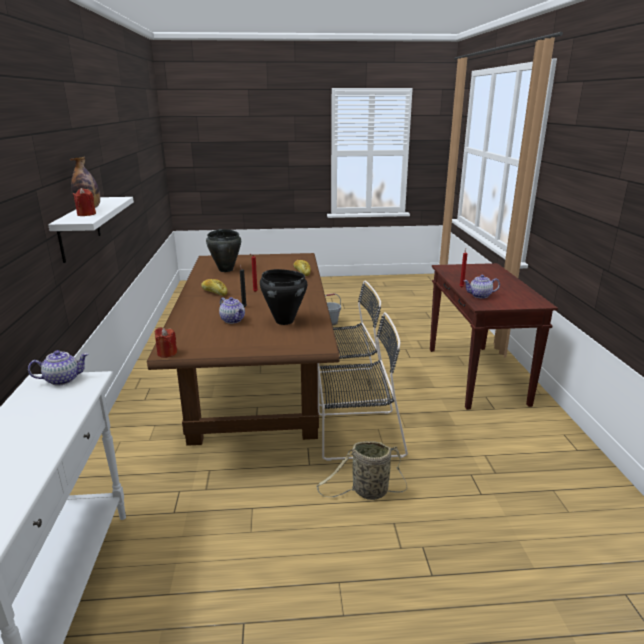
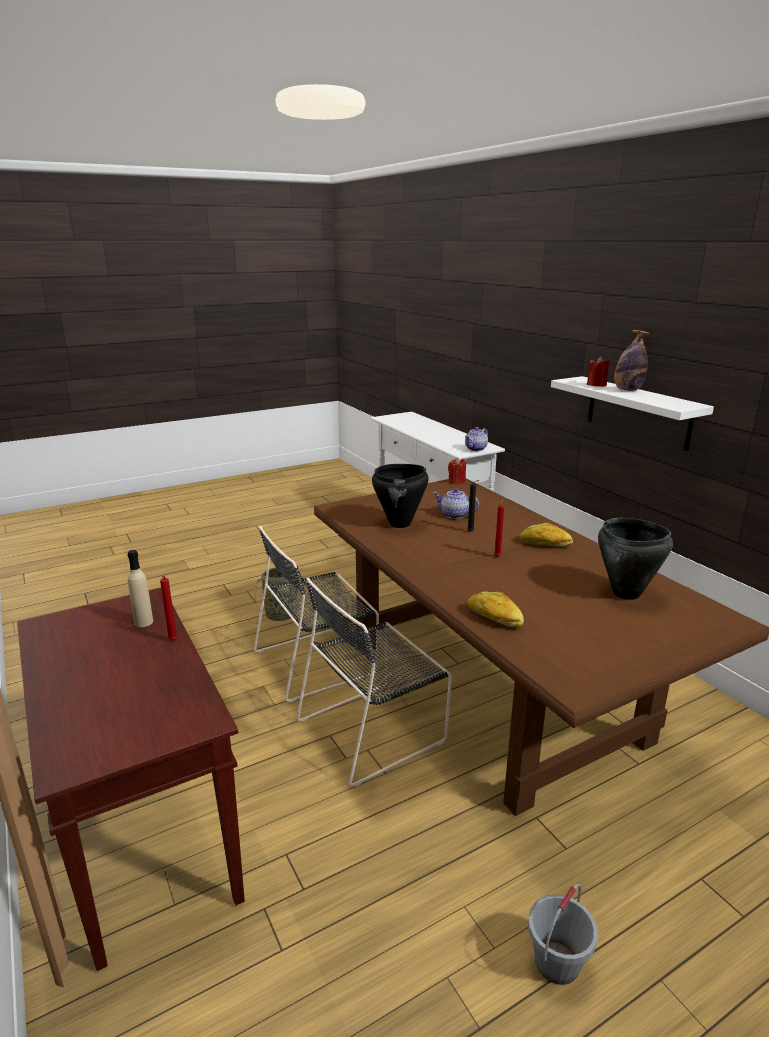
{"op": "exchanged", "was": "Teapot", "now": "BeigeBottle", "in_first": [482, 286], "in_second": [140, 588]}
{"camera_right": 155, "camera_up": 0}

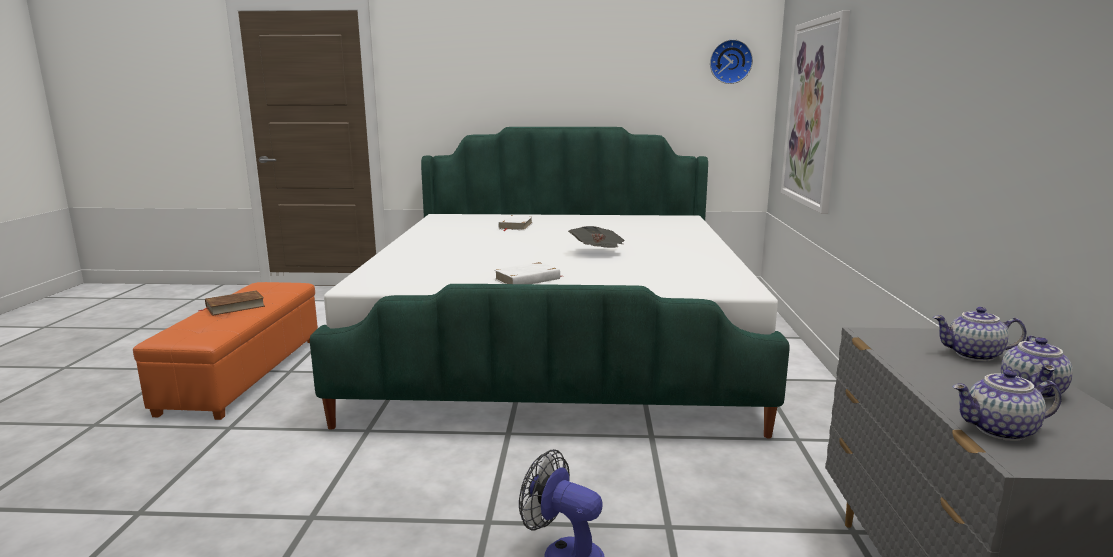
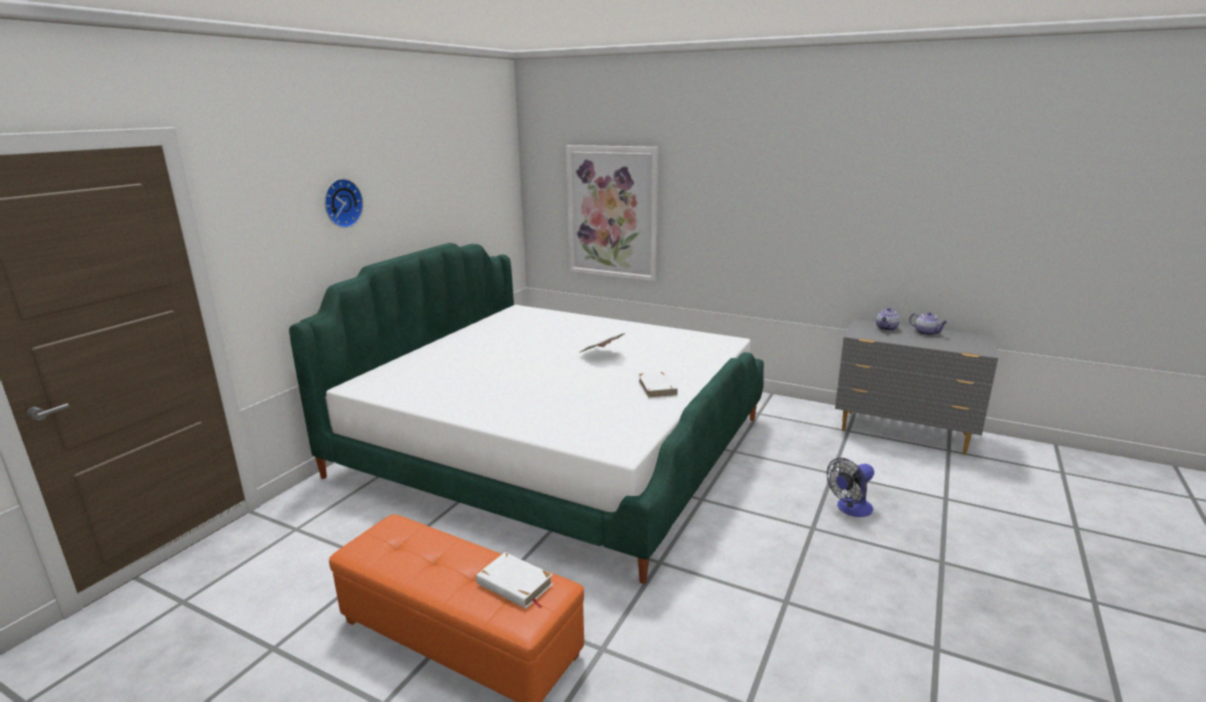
{"op": "relocated", "was": "WallClock", "in_first": [731, 61], "in_second": [343, 203]}
{"op": "relocated", "was": "WhiteBook", "in_first": [515, 223], "in_second": [514, 580]}
{"op": "missing", "was": "BrownBook", "in_first": [231, 303]}
{"op": "missing", "was": "Teapot", "in_first": [1007, 405]}
{"camera_right": -65, "camera_up": 5}

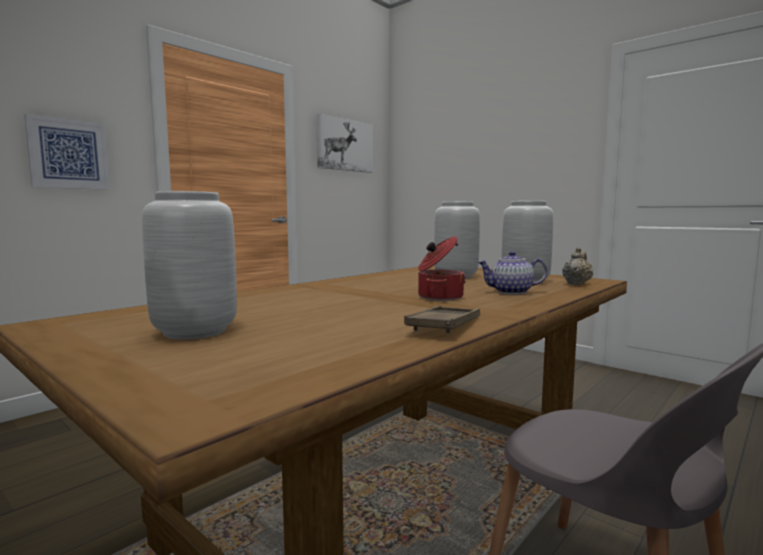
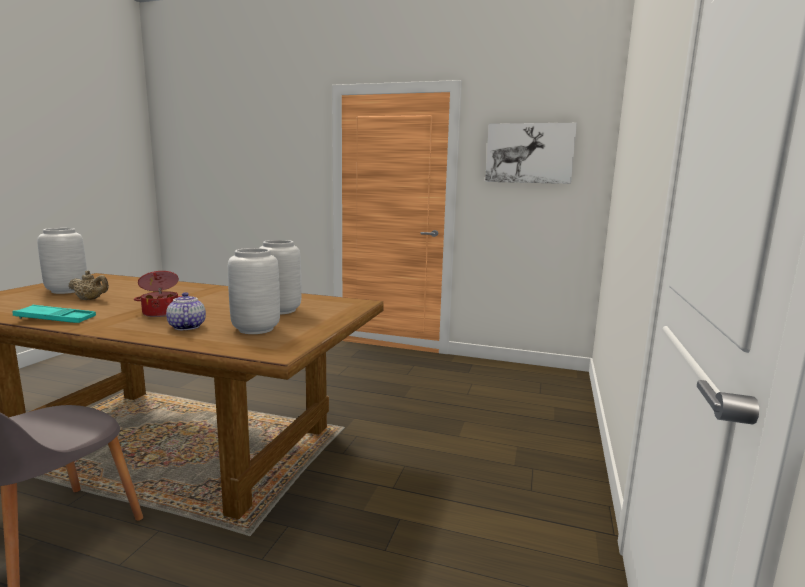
{"op": "colour", "was": "BrownTray", "now": "TurquoiseTray", "in_first": [442, 320], "in_second": [54, 314]}
{"op": "relocated", "was": "BeigeTeapot", "in_first": [577, 266], "in_second": [88, 285]}
{"op": "missing", "was": "Picture", "in_first": [67, 152]}
{"camera_right": 65, "camera_up": 5}

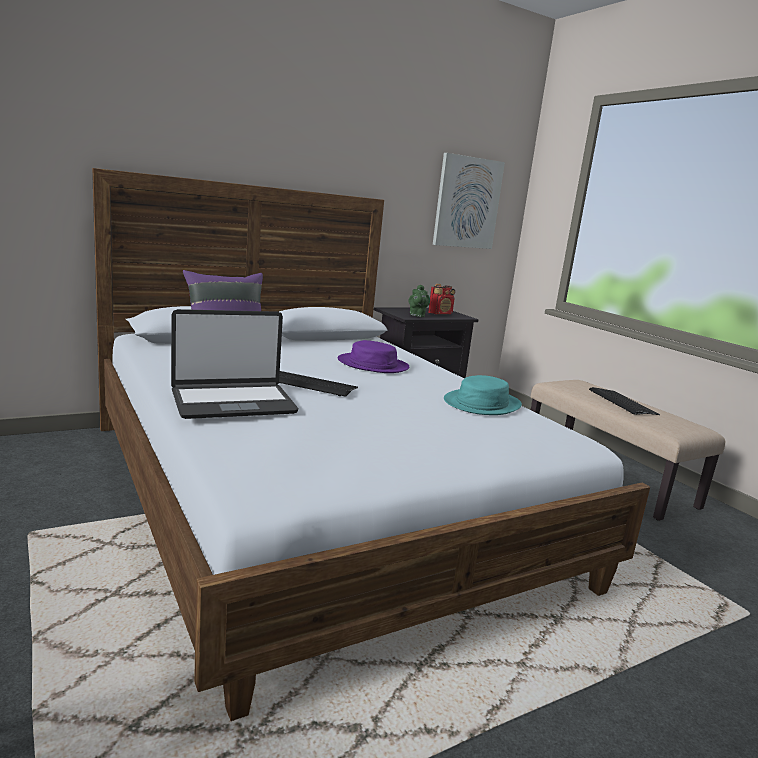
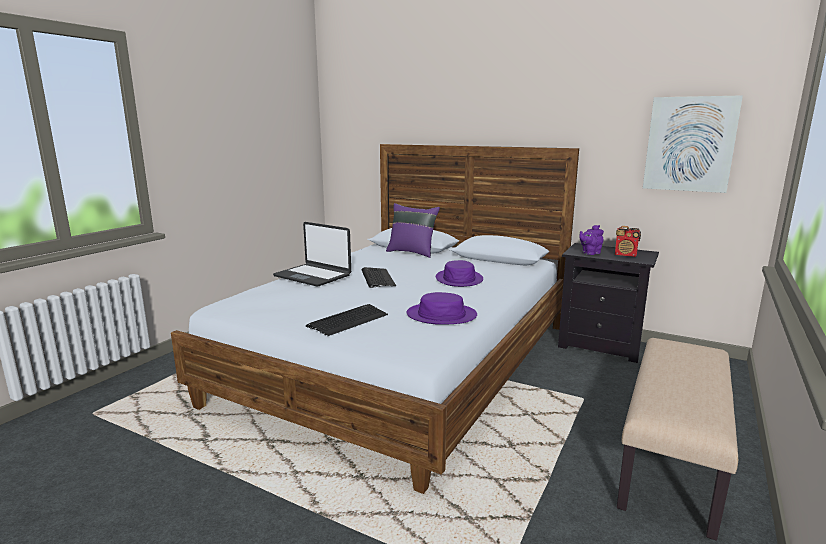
{"op": "relocated", "was": "Keyboard", "in_first": [624, 401], "in_second": [347, 320]}
{"op": "colour", "was": "TurquoiseHat", "now": "PurpleHat", "in_first": [483, 395], "in_second": [442, 308]}
{"op": "colour", "was": "GreenTeapot", "now": "PurpleTeapot", "in_first": [419, 301], "in_second": [591, 240]}
{"camera_right": 60, "camera_up": 0}

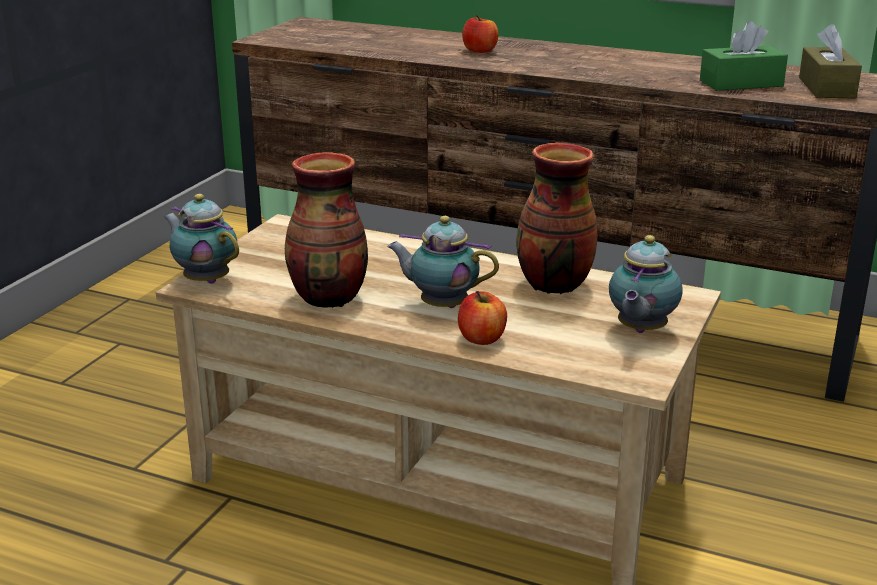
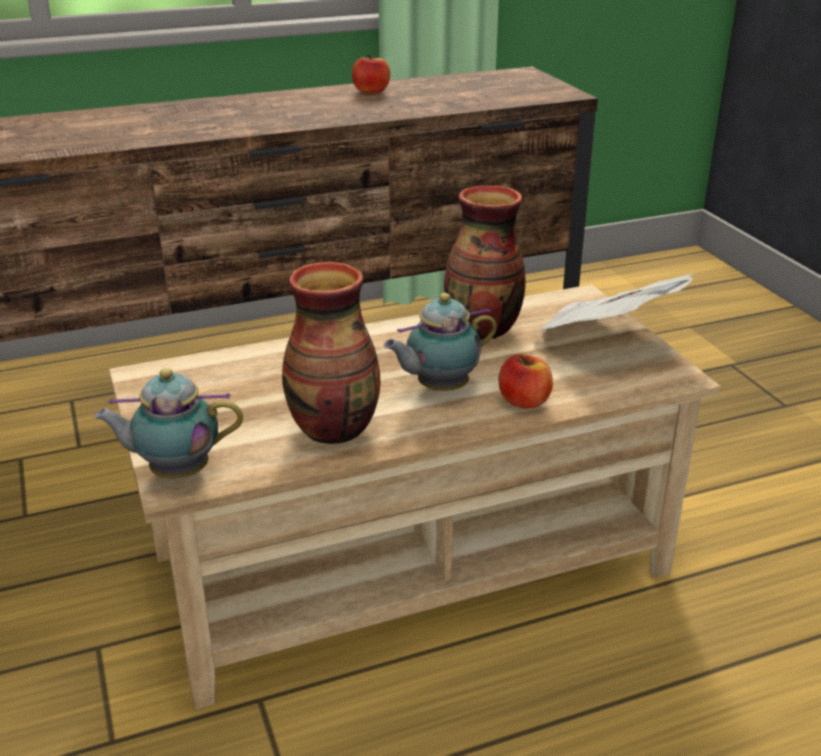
{"op": "relocated", "was": "Apple", "in_first": [480, 34], "in_second": [371, 74]}
{"op": "exchanged", "was": "Teapot", "now": "Newspaper", "in_first": [646, 284], "in_second": [614, 302]}
{"op": "missing", "was": "GreenTissueBox", "in_first": [744, 56]}
{"op": "missing", "was": "BrownTissueBox", "in_first": [830, 61]}
{"camera_right": -45, "camera_up": 5}

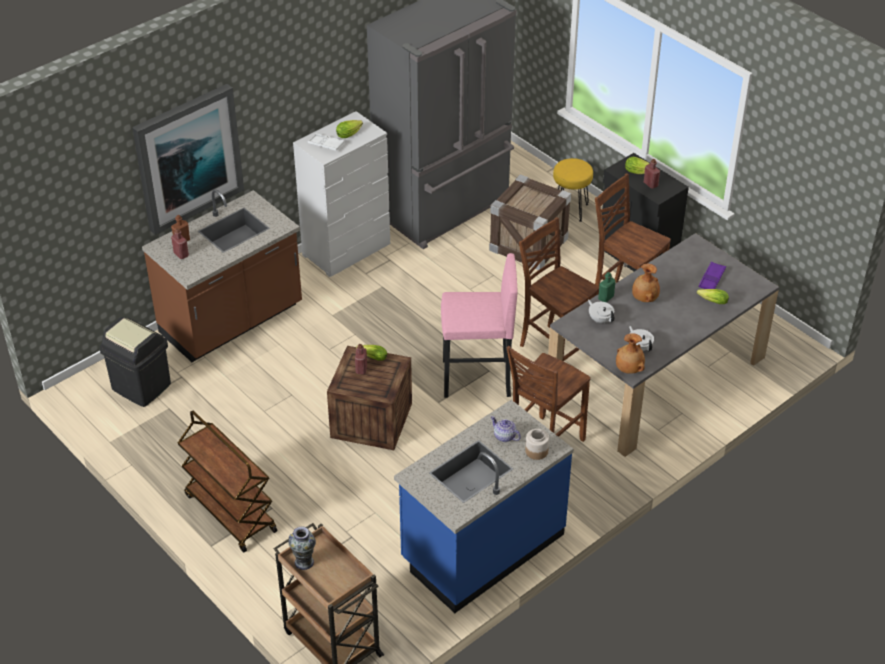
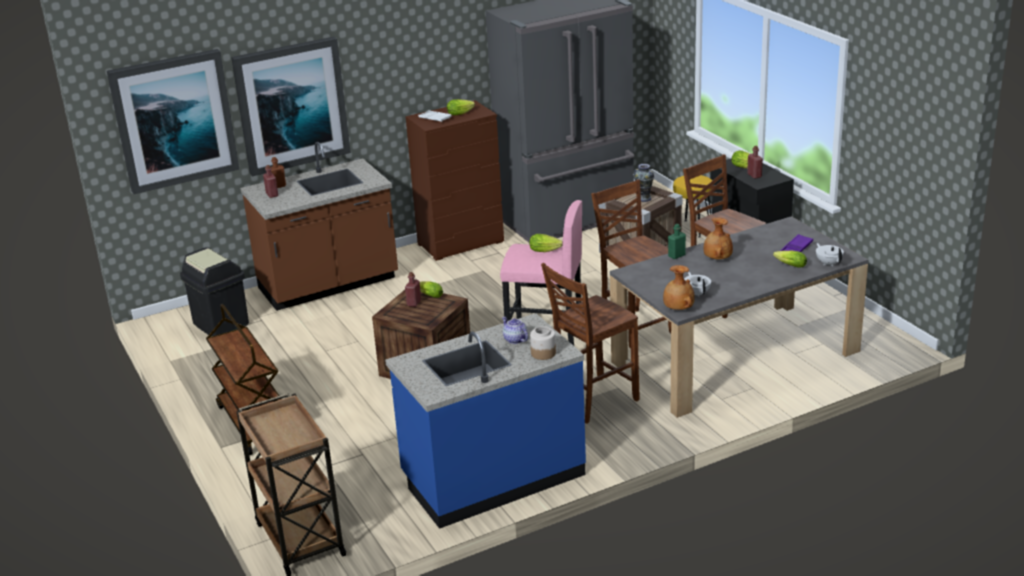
{"op": "appeared", "now": "Picture", "in_second": [173, 121]}
{"op": "colour", "was": "WhiteDresser", "now": "BrownDresser", "in_first": [341, 194], "in_second": [454, 180]}
{"op": "appeared", "now": "Lettuce", "in_second": [546, 243]}
{"op": "relocated", "was": "Vase", "in_first": [302, 548], "in_second": [644, 183]}
{"op": "relocated", "was": "WhiteTeapot", "in_first": [601, 311], "in_second": [830, 254]}
{"camera_right": 15, "camera_up": -15}

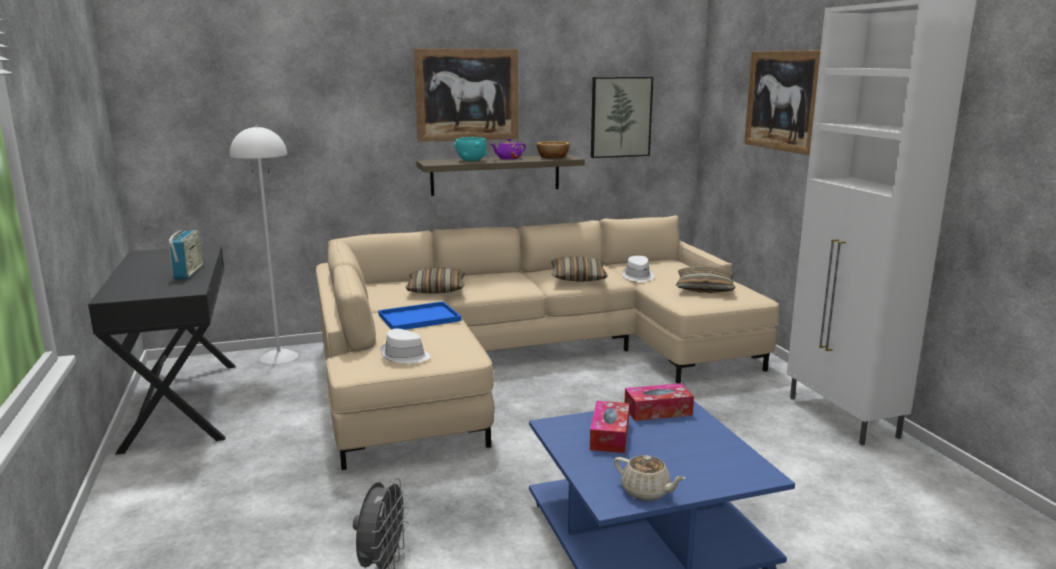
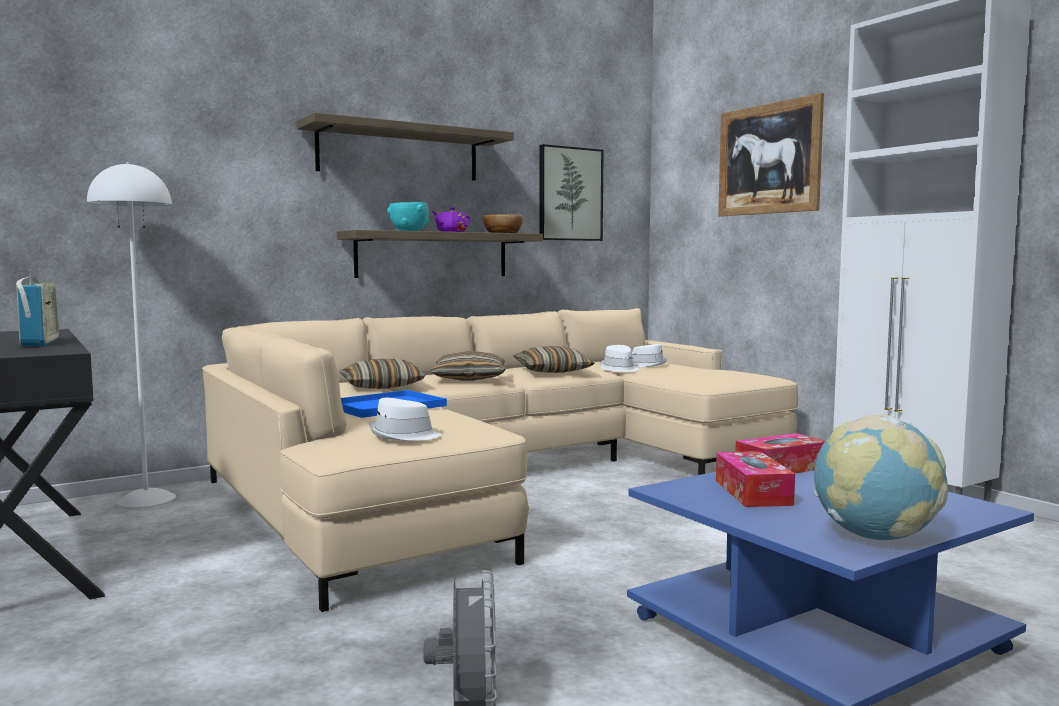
{"op": "exchanged", "was": "Picture", "now": "Shelf", "in_first": [466, 95], "in_second": [405, 146]}
{"op": "relocated", "was": "Pillow", "in_first": [706, 279], "in_second": [468, 366]}
{"op": "appeared", "now": "WhiteHat", "in_second": [650, 355]}
{"op": "exchanged", "was": "BeigeTeapot", "now": "Globe", "in_first": [650, 478], "in_second": [881, 477]}
{"camera_right": -15, "camera_up": -10}

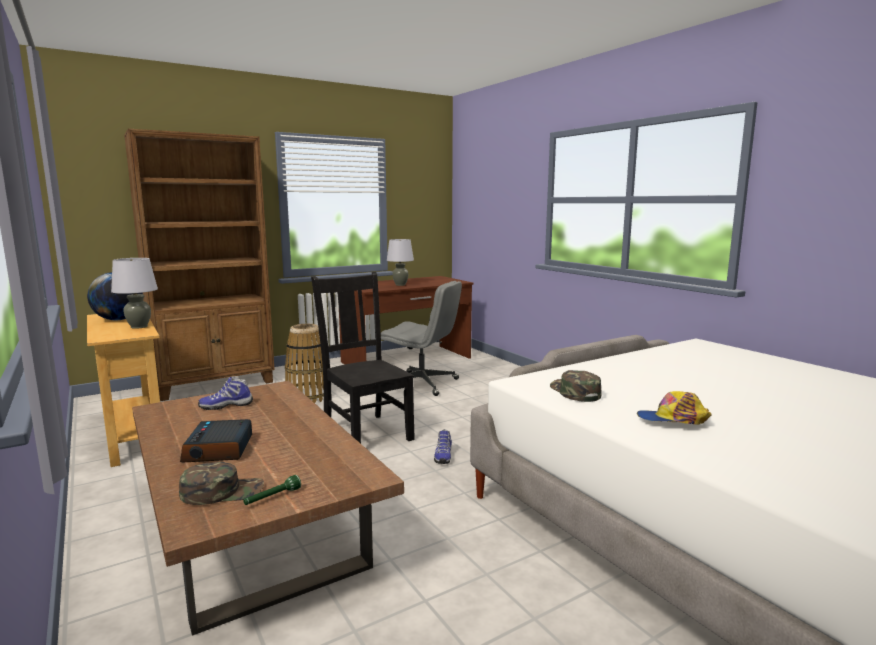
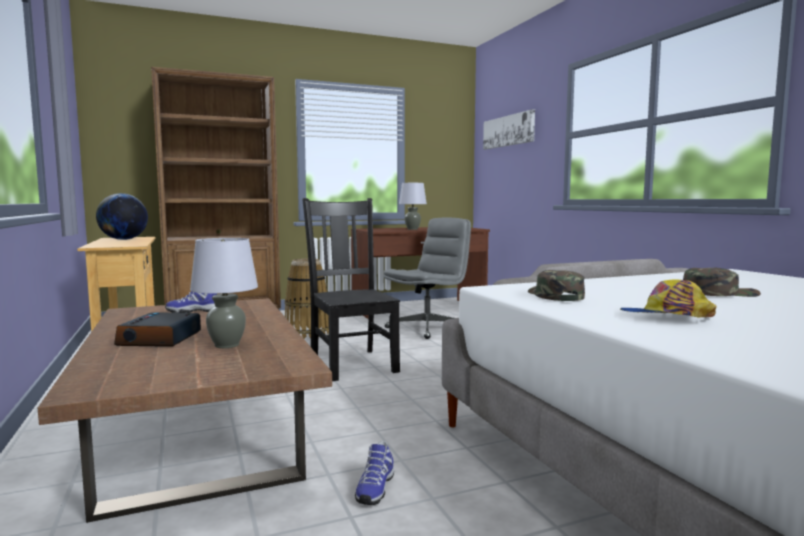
{"op": "relocated", "was": "GreyTableLamp", "in_first": [134, 293], "in_second": [224, 293]}
{"op": "relocated", "was": "Shoe", "in_first": [443, 446], "in_second": [374, 473]}
{"op": "spun", "was": "GreyOfficeChair", "in_first": [421, 338], "in_second": [427, 278], "clockwise": -75}
{"op": "appeared", "now": "Picture", "in_second": [509, 129]}
{"op": "relocated", "was": "GreenCap", "in_first": [221, 483], "in_second": [722, 282]}
{"op": "missing", "was": "GreenFlashlight", "in_first": [272, 490]}
{"camera_right": 10, "camera_up": -5}

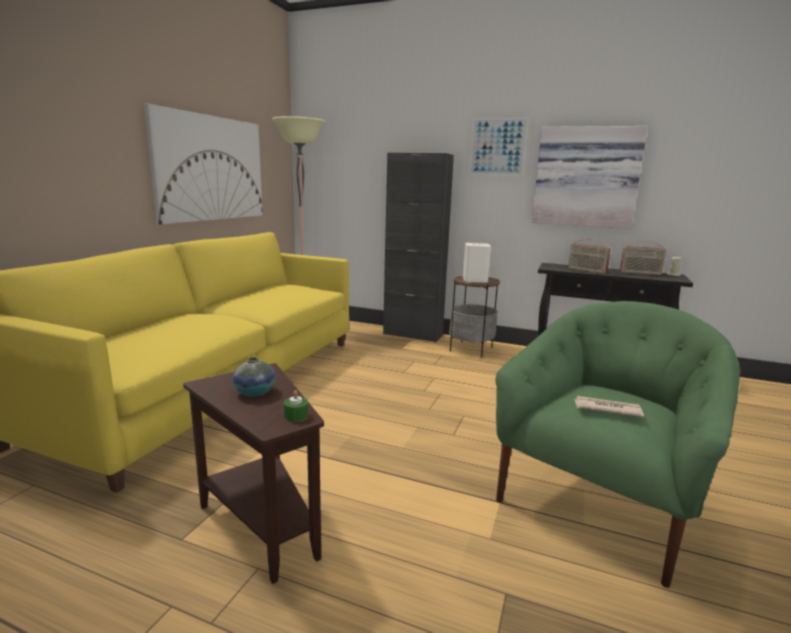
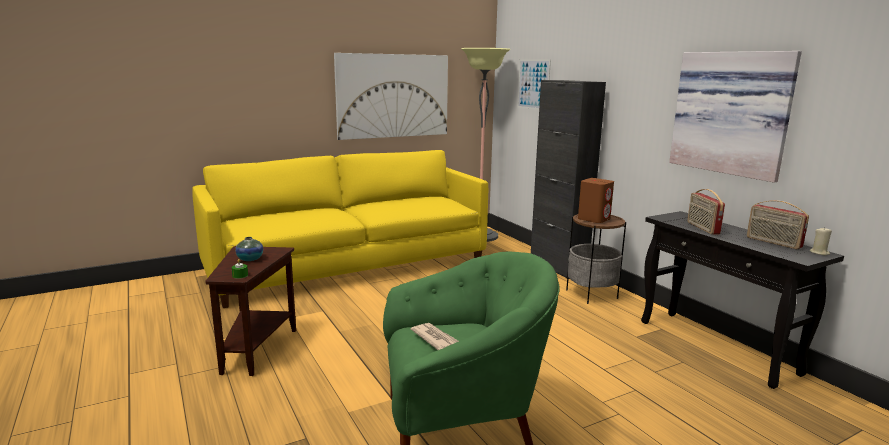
{"op": "relocated", "was": "Picture", "in_first": [499, 146], "in_second": [534, 84]}
{"op": "colour", "was": "WhiteSpeaker", "now": "BrownSpeaker", "in_first": [476, 263], "in_second": [596, 200]}
{"camera_right": 40, "camera_up": 0}

